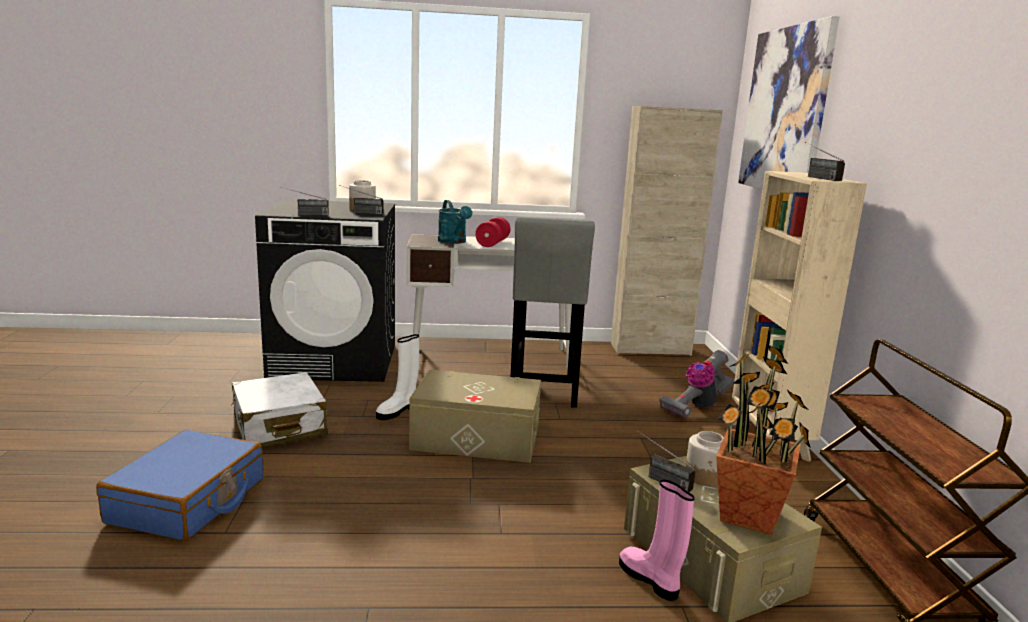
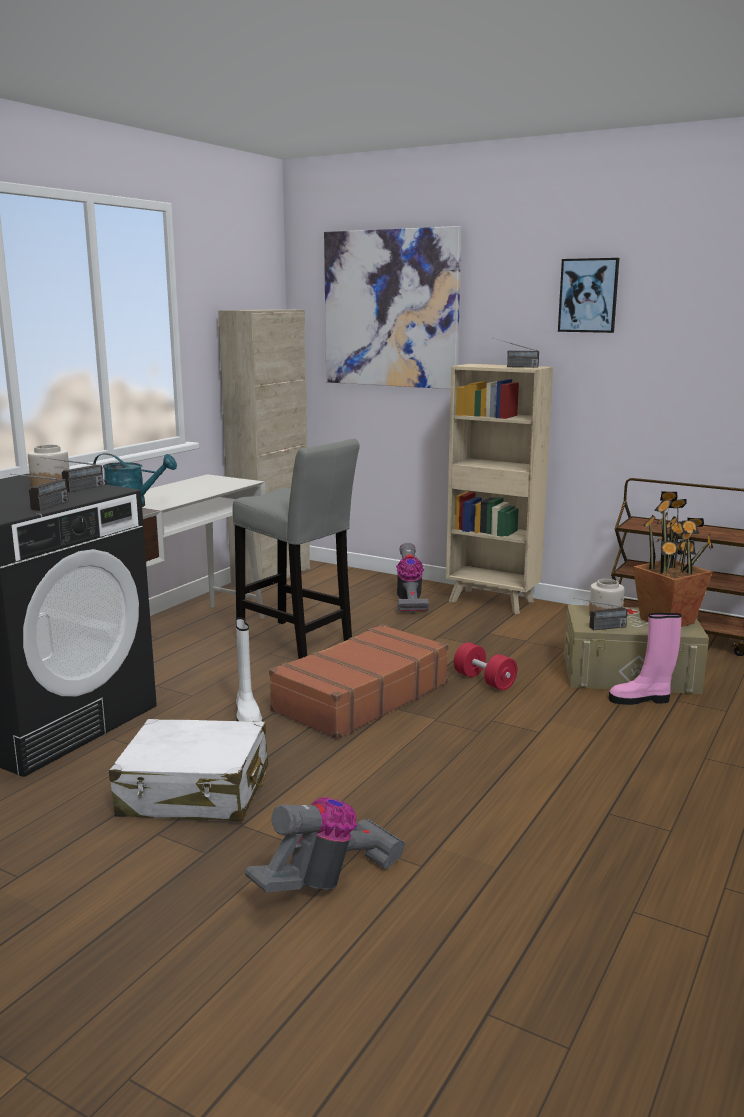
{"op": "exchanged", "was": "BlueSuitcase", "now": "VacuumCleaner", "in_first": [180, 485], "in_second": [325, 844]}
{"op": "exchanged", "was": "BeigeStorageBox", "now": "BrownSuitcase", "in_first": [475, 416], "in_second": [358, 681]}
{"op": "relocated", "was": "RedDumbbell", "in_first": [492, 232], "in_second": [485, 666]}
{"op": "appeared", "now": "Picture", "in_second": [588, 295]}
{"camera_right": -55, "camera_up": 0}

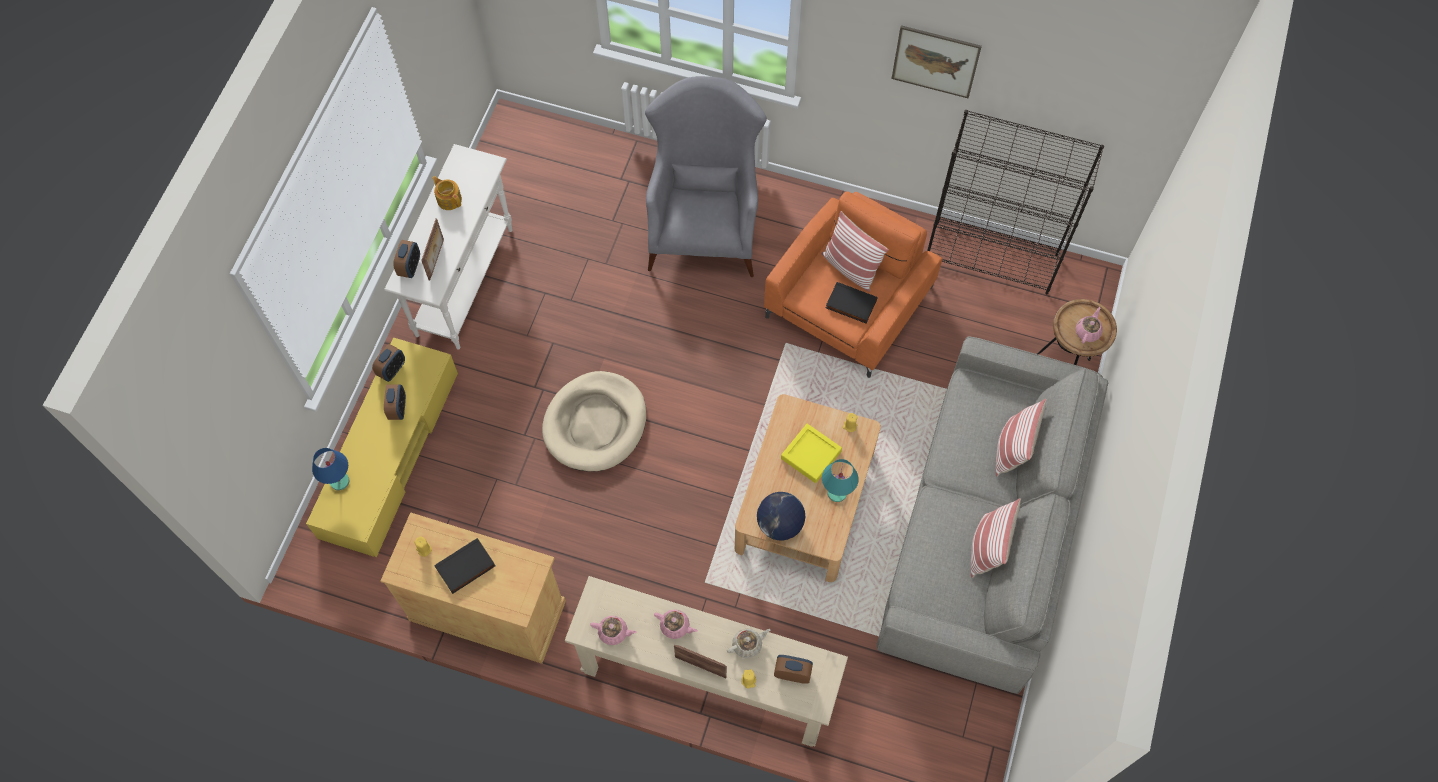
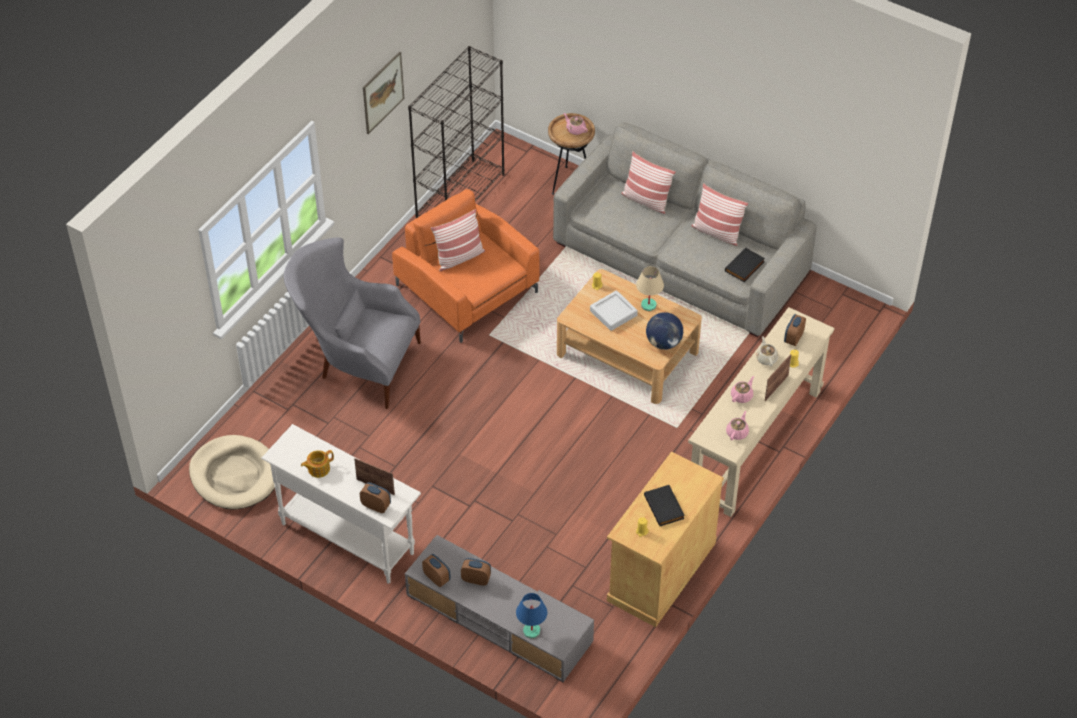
{"op": "relocated", "was": "BeigeDogBed", "in_first": [594, 421], "in_second": [232, 472]}
{"op": "colour", "was": "YellowTvStand", "now": "GreyTvStand", "in_first": [382, 447], "in_second": [499, 608]}
{"op": "colour", "was": "YellowTray", "now": "GreyTray", "in_first": [811, 453], "in_second": [614, 310]}
{"op": "colour", "was": "TurquoiseTableLamp", "now": "BeigeTableLamp", "in_first": [840, 480], "in_second": [650, 288]}
{"op": "relocated", "was": "BlackBook", "in_first": [851, 302], "in_second": [745, 265]}
{"camera_right": -75, "camera_up": -15}

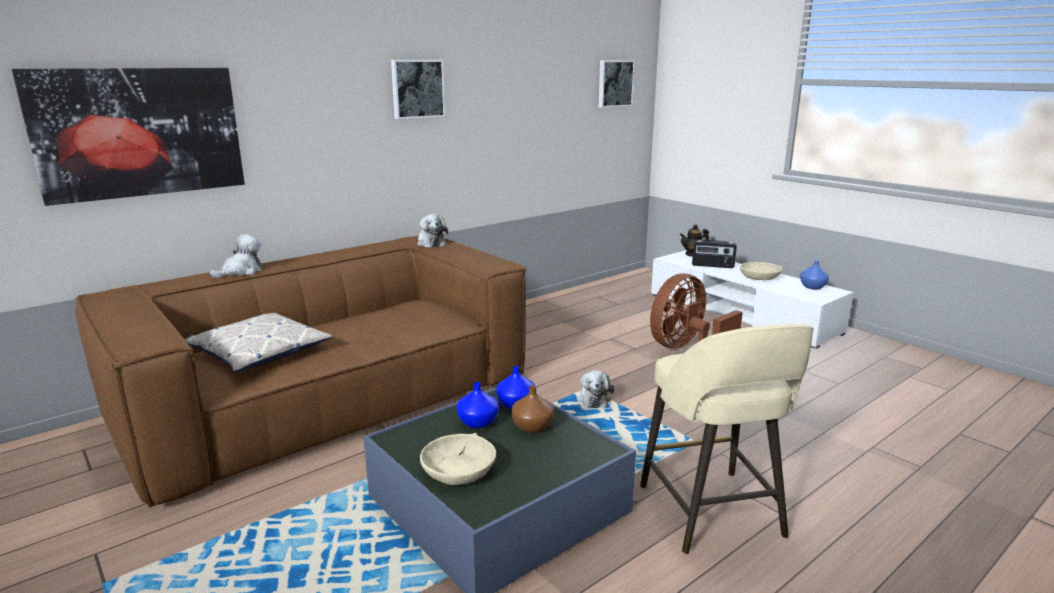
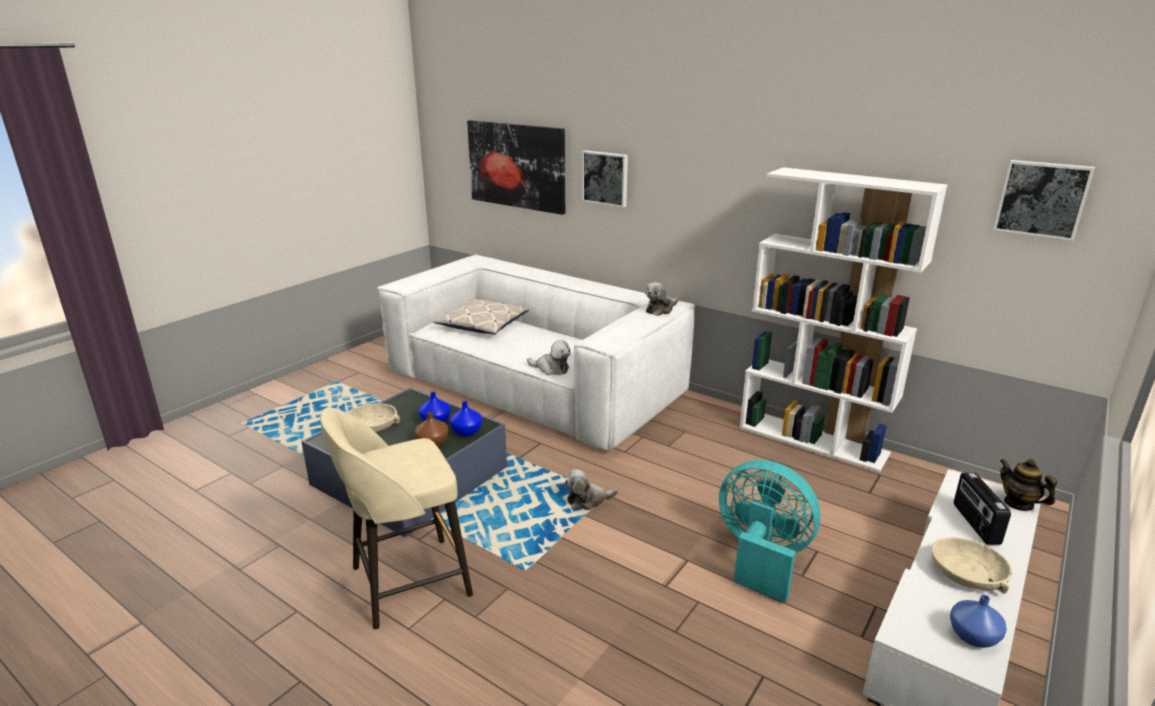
{"op": "colour", "was": "BrownSofa", "now": "WhiteSofa", "in_first": [301, 371], "in_second": [536, 353]}
{"op": "relocated", "was": "PlushToy", "in_first": [236, 256], "in_second": [549, 357]}
{"op": "relocated", "was": "Picture", "in_first": [418, 89], "in_second": [605, 178]}
{"op": "colour", "was": "BrownFan", "now": "TurquoiseFan", "in_first": [696, 310], "in_second": [770, 531]}
{"op": "appeared", "now": "WhiteBookcase", "in_second": [843, 319]}
{"camera_right": 75, "camera_up": 5}

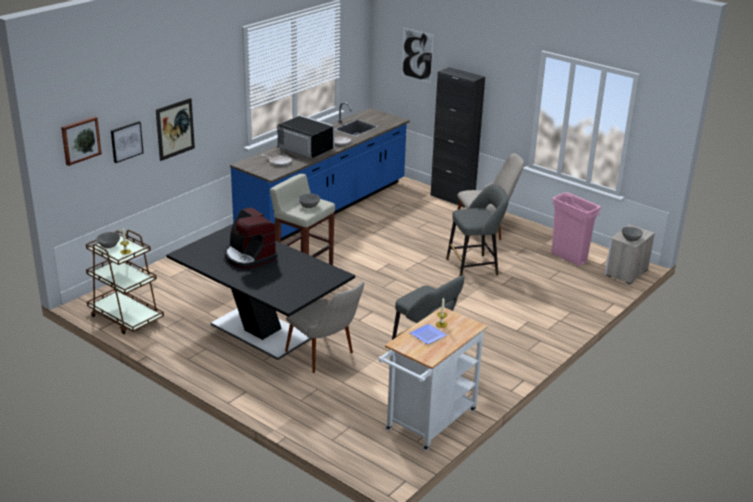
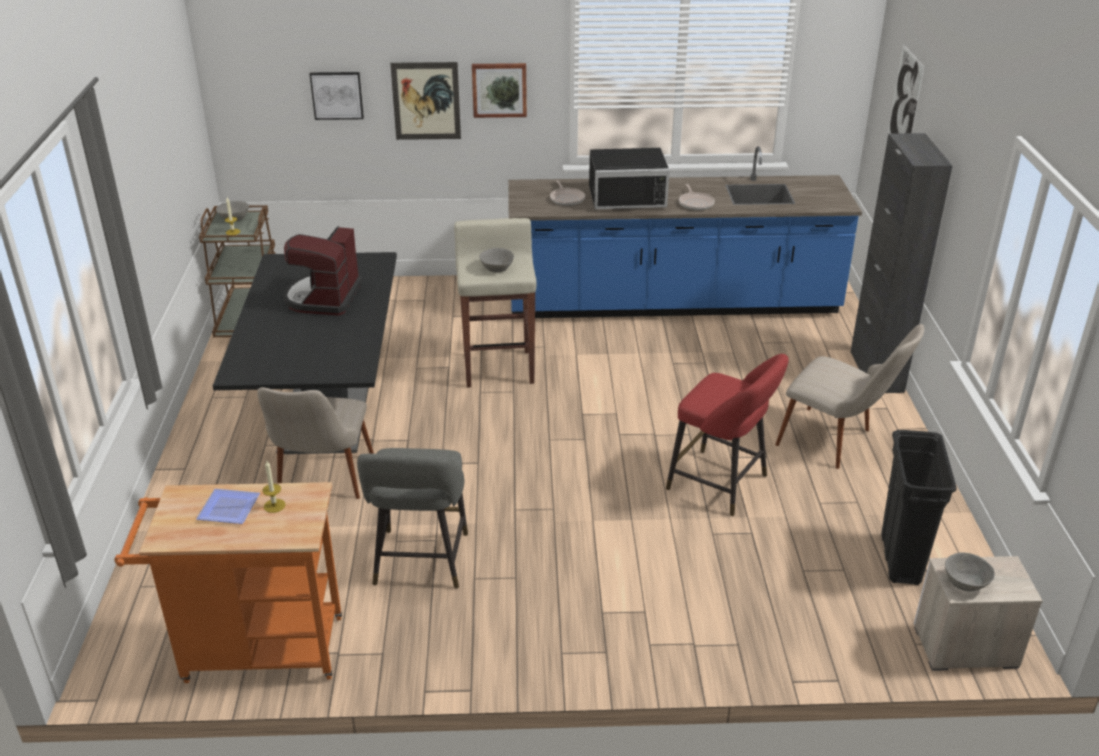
{"op": "colour", "was": "WhiteCart", "now": "OrangeCart", "in_first": [432, 379], "in_second": [228, 582]}
{"op": "relocated", "was": "Picture", "in_first": [81, 141], "in_second": [499, 90]}
{"op": "spun", "was": "BlackMicrowave", "in_first": [306, 138], "in_second": [629, 178], "clockwise": 90}
{"op": "colour", "was": "GreyStool", "now": "RedStool", "in_first": [477, 230], "in_second": [727, 435]}
{"op": "colour", "was": "PinkTrashCan", "now": "BlackTrashCan", "in_first": [575, 229], "in_second": [919, 507]}
{"camera_right": 50, "camera_up": 5}

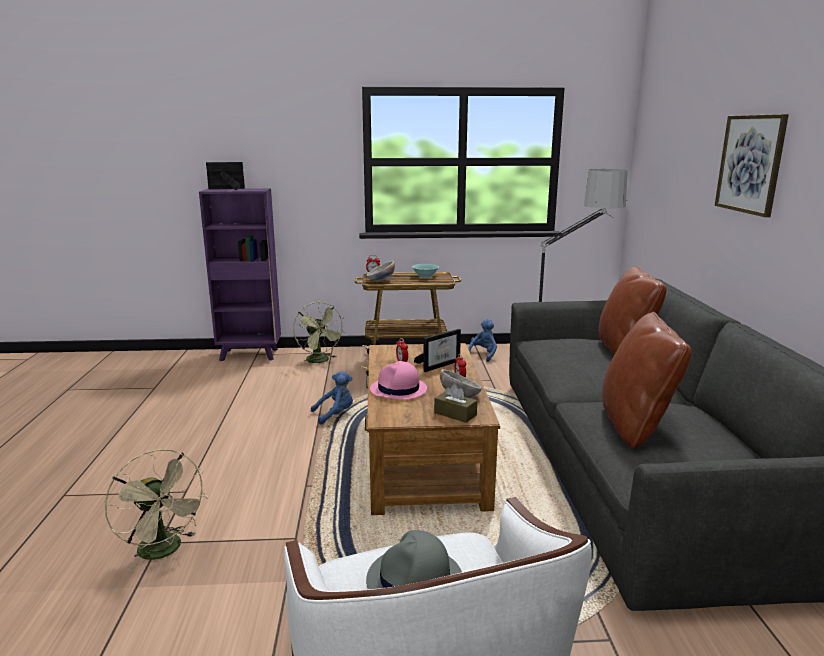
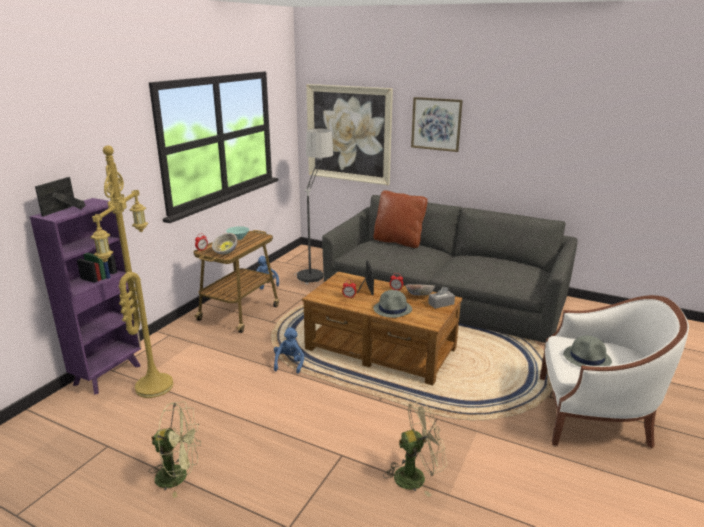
{"op": "appeared", "now": "YellowFloorLamp", "in_second": [132, 271]}
{"op": "relocated", "was": "GreenFan", "in_first": [319, 334], "in_second": [175, 449]}
{"op": "appeared", "now": "Picture", "in_second": [349, 134]}
{"op": "colour", "was": "PinkHat", "now": "GreyHat", "in_first": [398, 380], "in_second": [392, 304]}
{"op": "colour", "was": "BrownTissueBox", "now": "GreyTissueBox", "in_first": [455, 404], "in_second": [441, 297]}
{"op": "missing", "was": "BrownPillow", "in_first": [647, 380]}
{"camera_right": -60, "camera_up": 5}

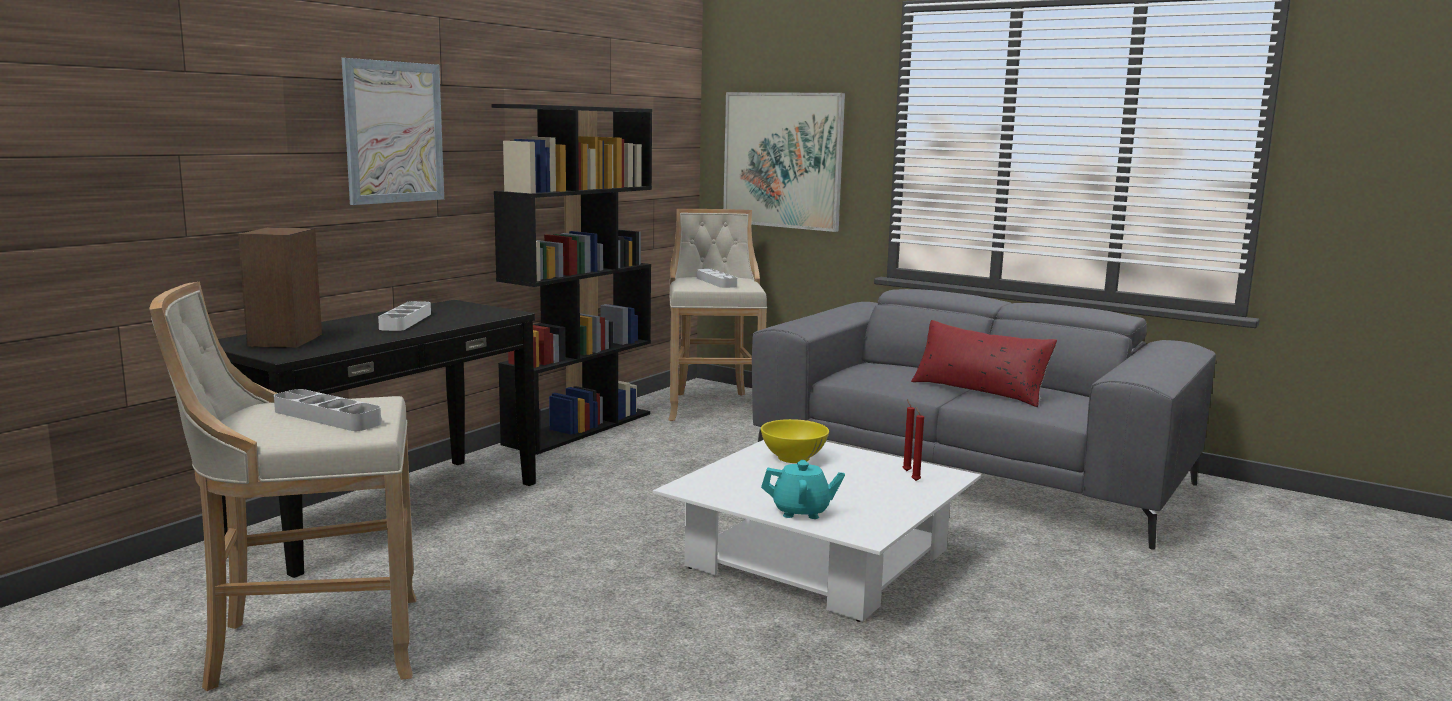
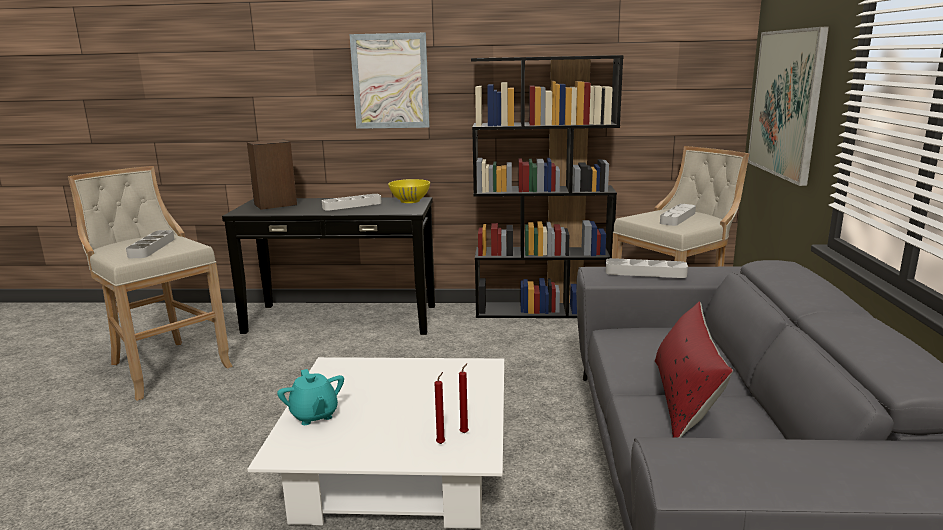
{"op": "relocated", "was": "YellowBowl", "in_first": [795, 441], "in_second": [409, 191]}
{"op": "appeared", "now": "GreyTray", "in_second": [647, 268]}
{"camera_right": 60, "camera_up": 5}

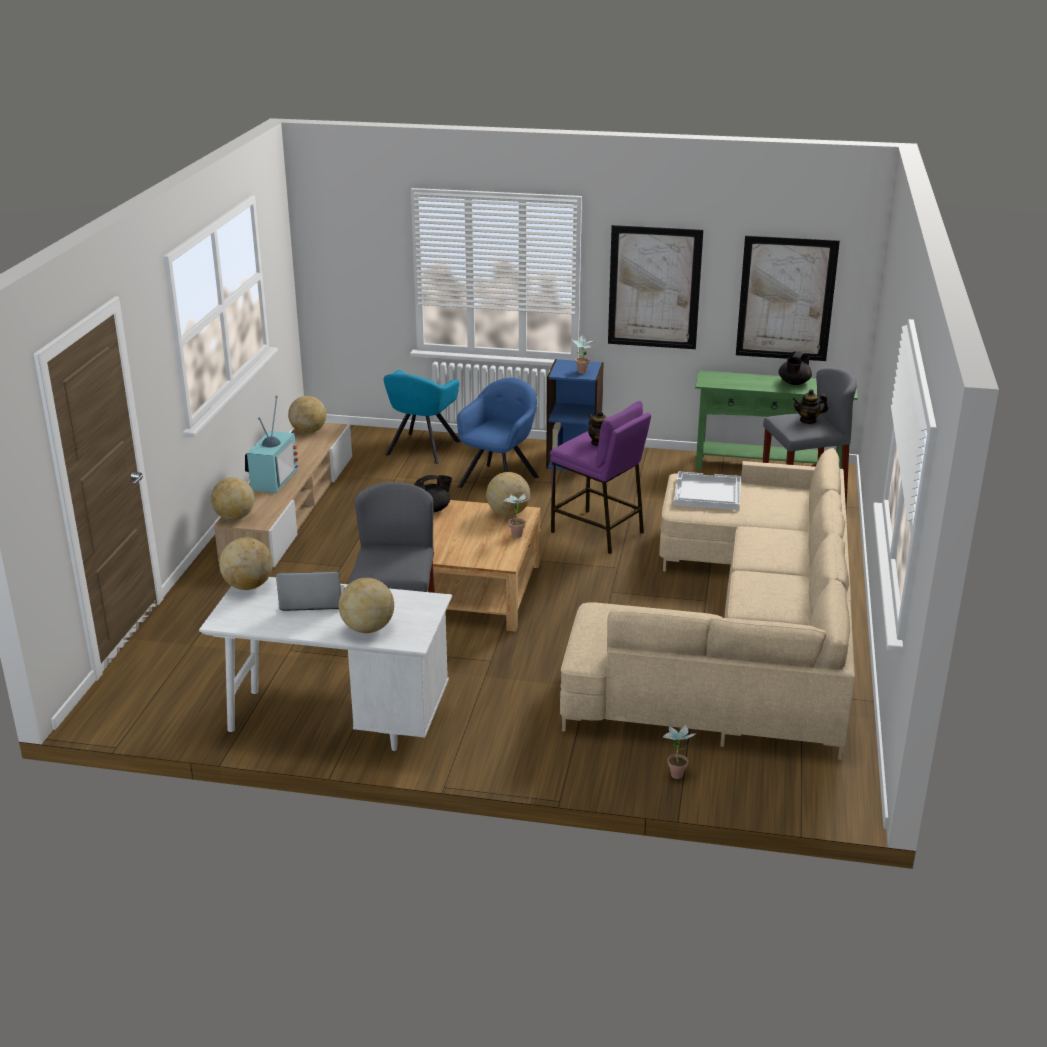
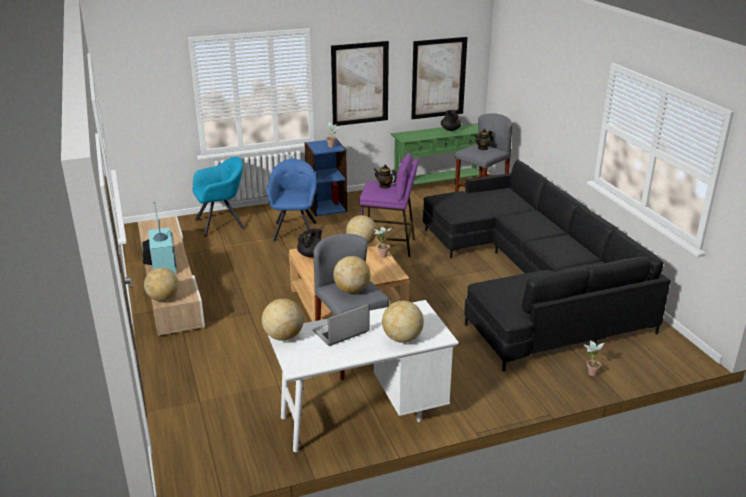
{"op": "spun", "was": "TurquoiseArmchair", "in_first": [422, 417], "in_second": [218, 197], "clockwise": -105}
{"op": "relocated", "was": "Globe", "in_first": [307, 415], "in_second": [351, 274]}
{"op": "colour", "was": "BeigeSofa", "now": "BlackSofa", "in_first": [707, 604], "in_second": [547, 265]}
{"op": "missing", "was": "WhiteTray", "in_first": [707, 490]}
{"camera_right": -30, "camera_up": 0}

